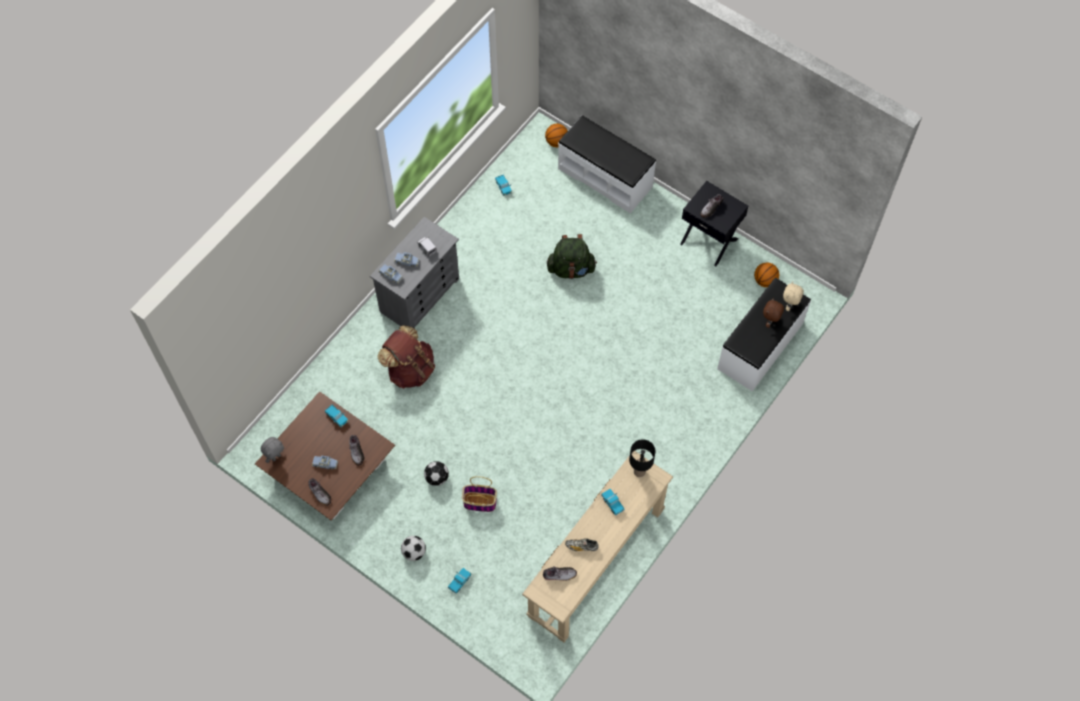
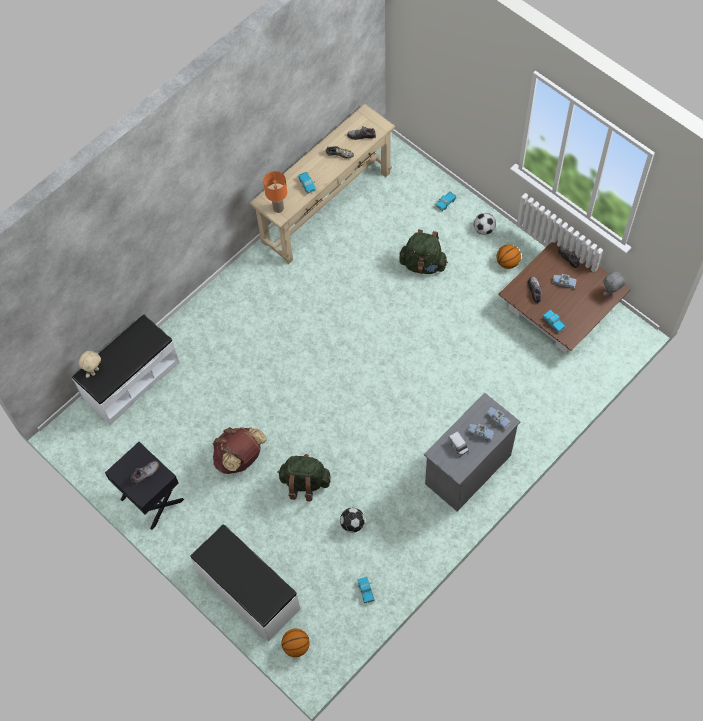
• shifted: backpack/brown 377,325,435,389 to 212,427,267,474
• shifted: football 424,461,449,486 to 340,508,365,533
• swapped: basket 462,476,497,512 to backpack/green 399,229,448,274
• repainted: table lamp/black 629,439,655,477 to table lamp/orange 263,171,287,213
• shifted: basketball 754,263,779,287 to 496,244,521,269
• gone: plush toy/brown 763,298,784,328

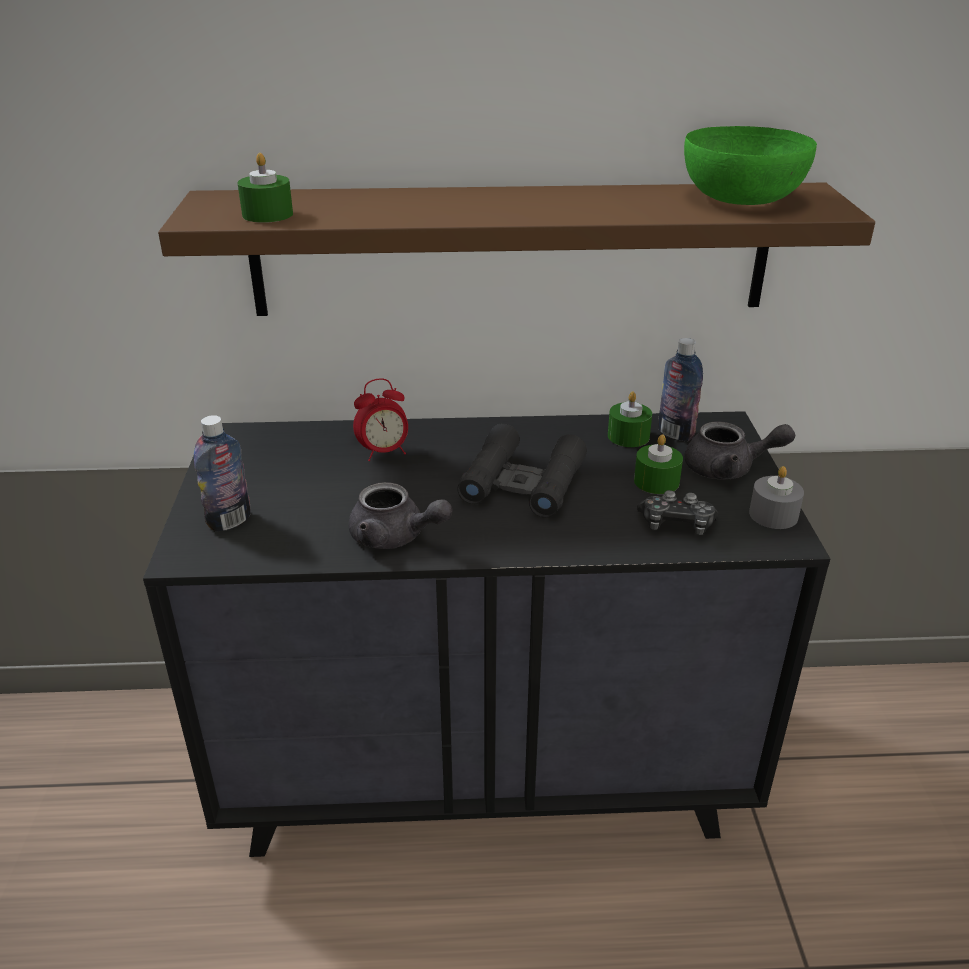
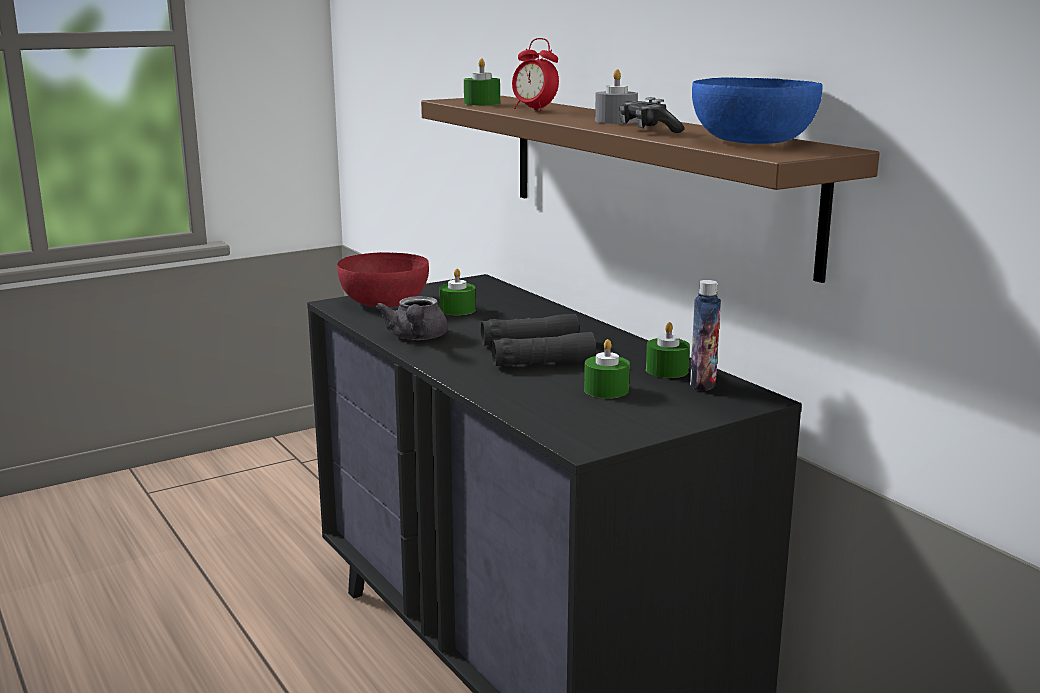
• swapped: bottle 194,415,251,532 to bowl/red 337,252,429,307
• shifted: alarm clock 353,378,408,461 to 512,38,559,111
• shifted: game controller 637,490,719,535 to 619,97,685,133
• repainted: bowl/green 684,126,817,205 to bowl/blue 692,77,822,144
• gone: teapot/grey 684,422,795,479
• shifted: candle/grey 749,466,804,529 to 595,69,638,124
• new: candle/green 439,268,476,315

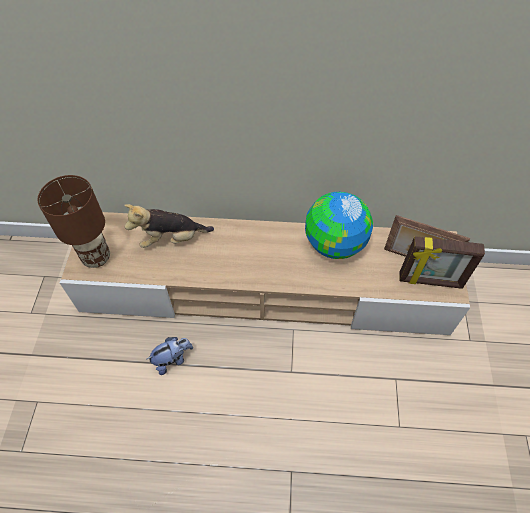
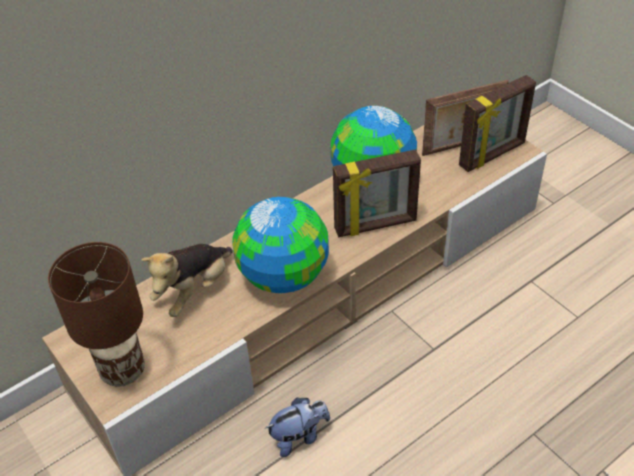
• rotated: plush toy 147,337,193,375 = 265,398,330,457 45 degrees clockwise
• new: globe 232,197,329,293
• new: picture frame 333,149,421,237

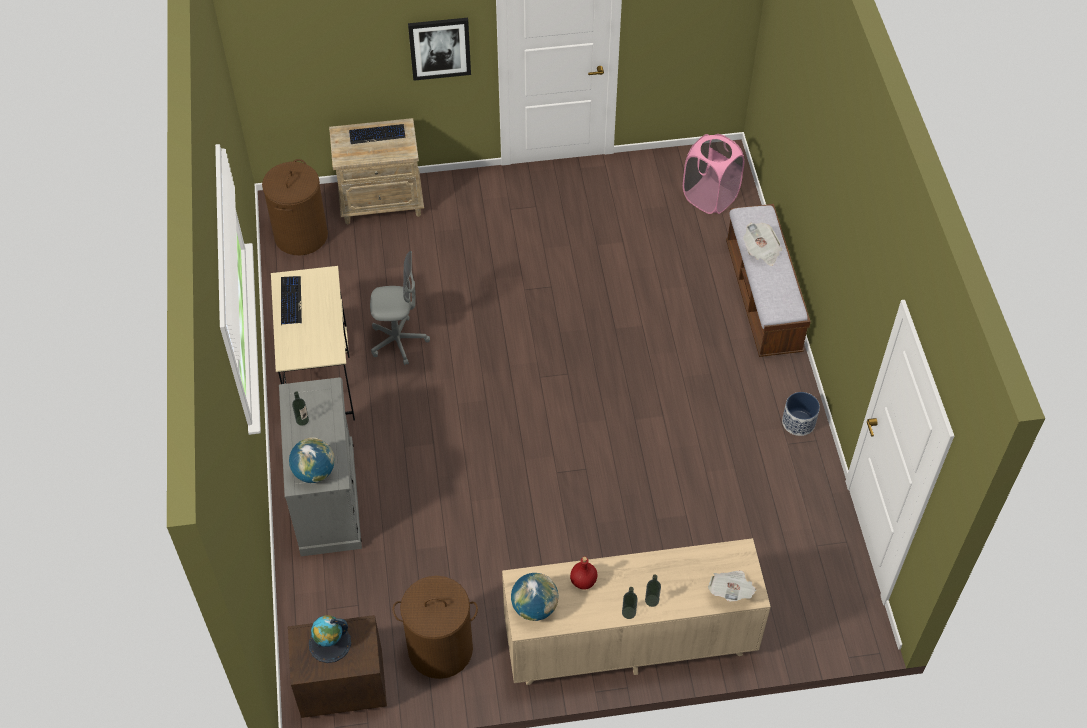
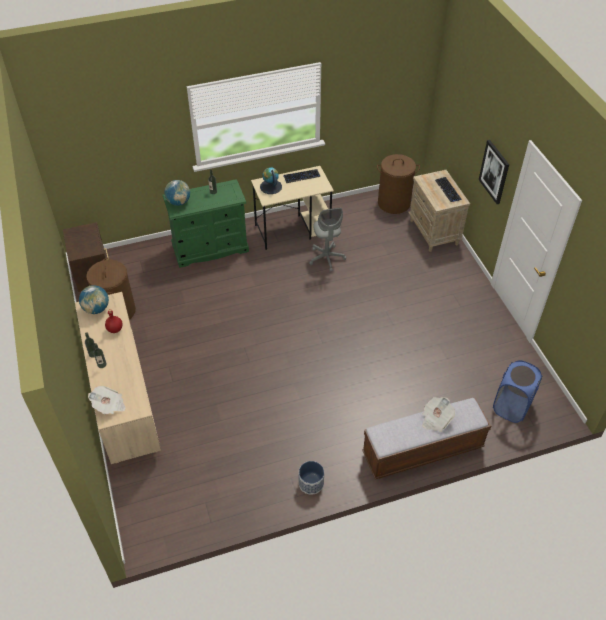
• repainted: dresser/grey 279,377,362,556 to dresser/green 163,179,249,268
• shifted: globe 309,615,351,663 to 260,167,282,194
• repainted: laundry basket/pink 683,134,745,214 to laundry basket/blue 493,360,542,423

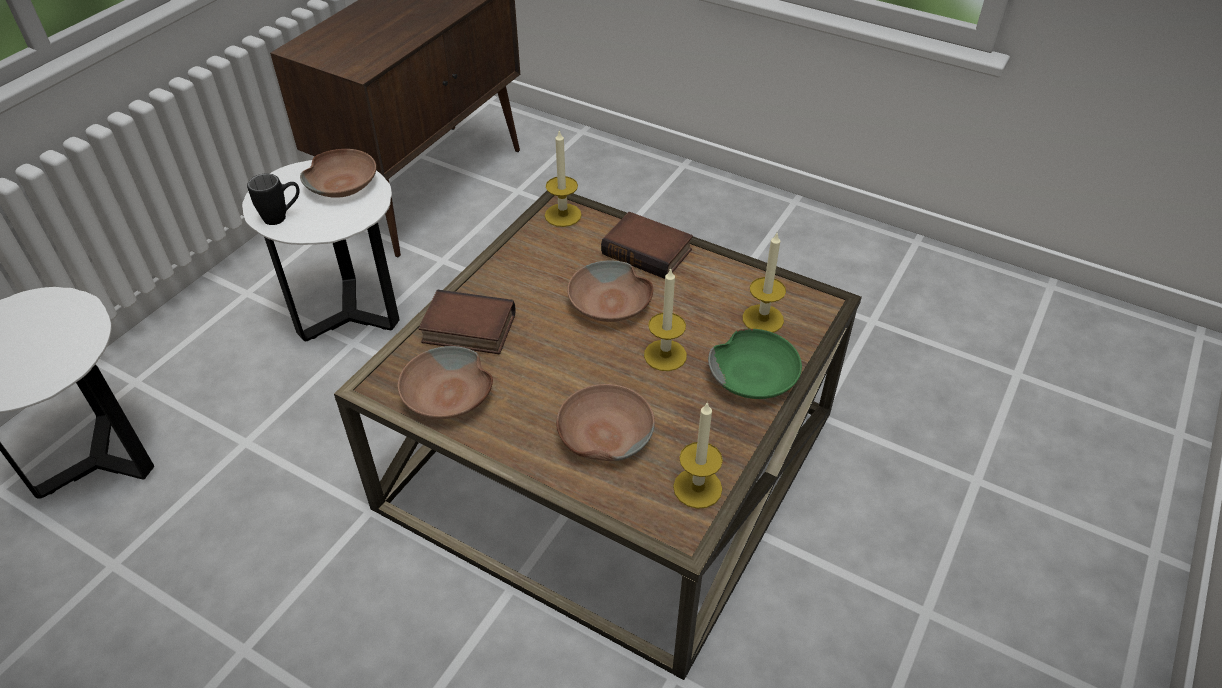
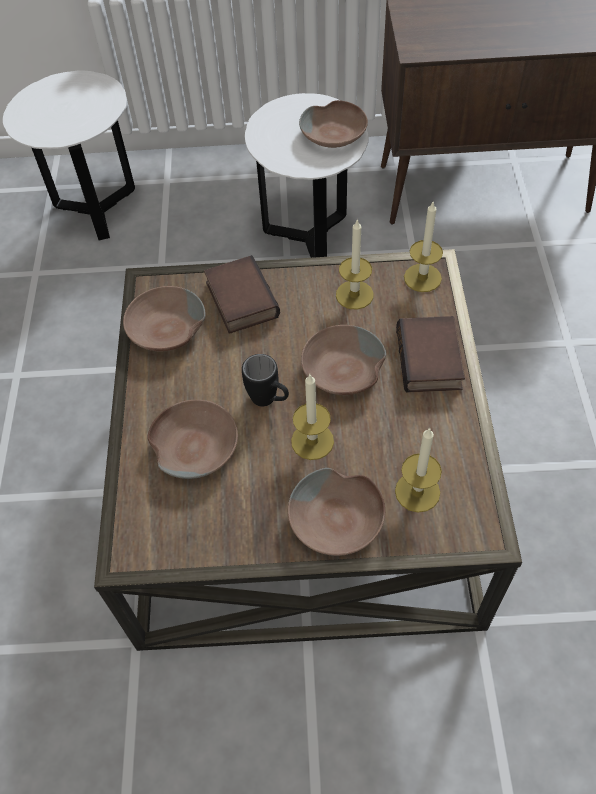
• shifted: mug/black 247,173,299,225 to 242,354,289,406
• shifted: candle 673,401,723,509 to 336,219,374,310
• repainted: bowl/green 708,329,802,399 to bowl/brown 288,468,385,556

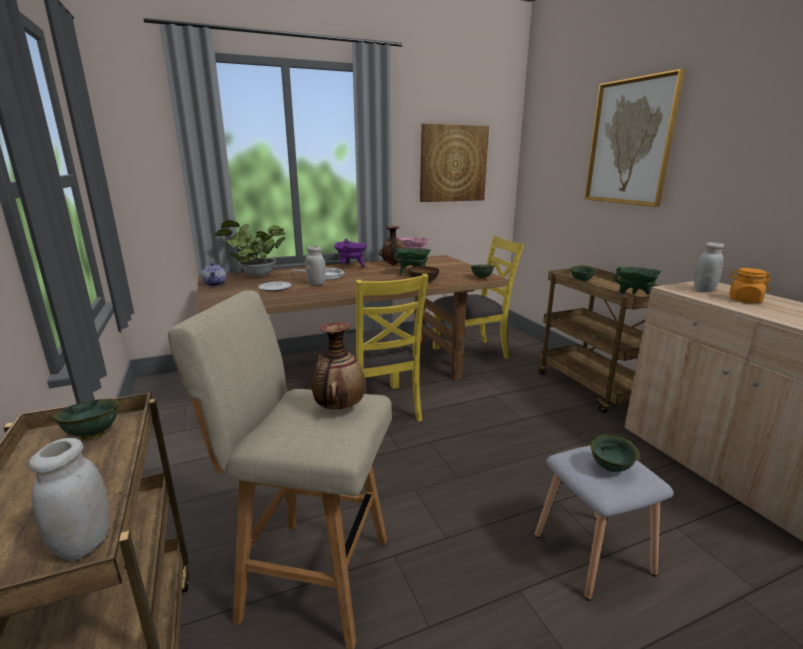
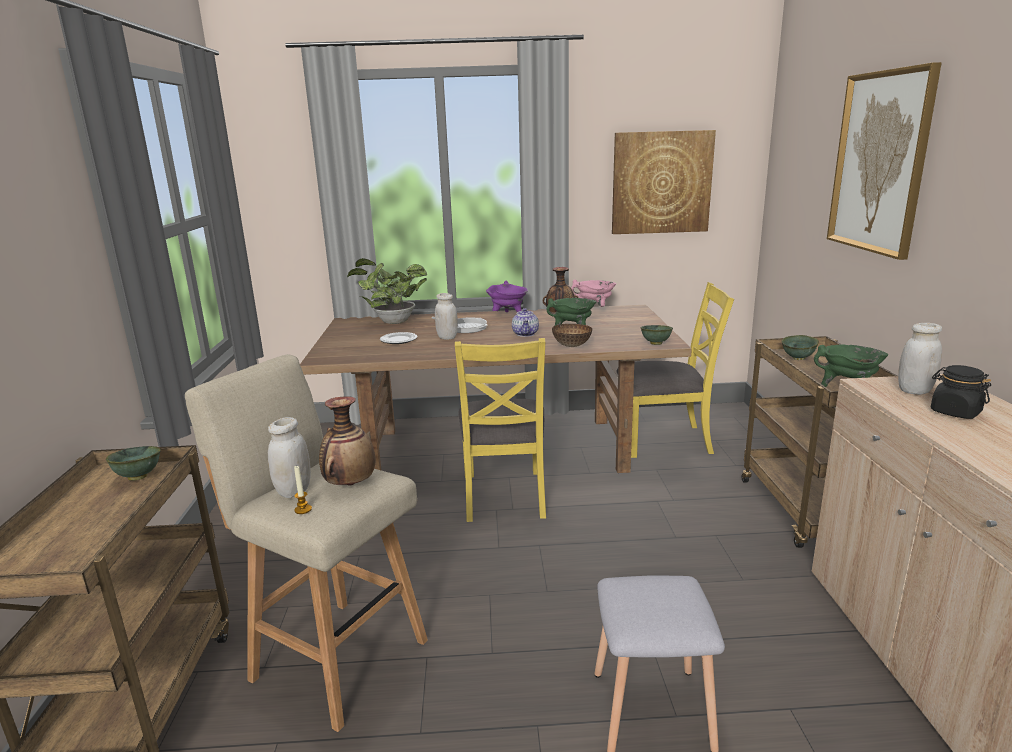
• shifted: jar/white 29,438,110,560 to 268,417,311,498
• shifted: teapot 202,262,226,286 to 512,308,539,337
• gone: bowl/green 590,434,639,472
• repainted: jar/orange 729,268,771,303 to jar/black 931,365,991,419
• new: candle 294,465,312,514

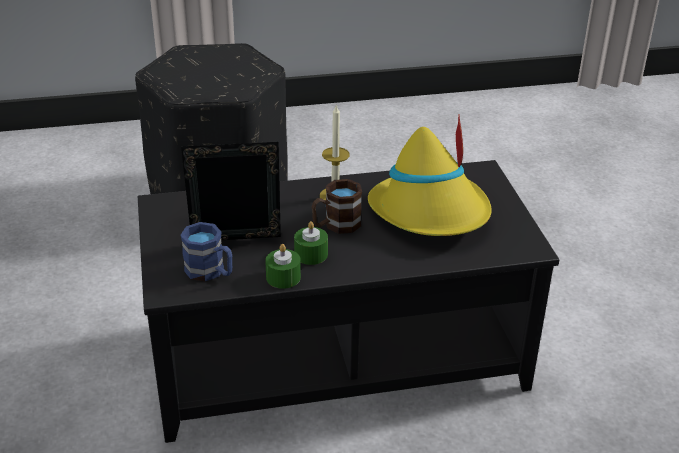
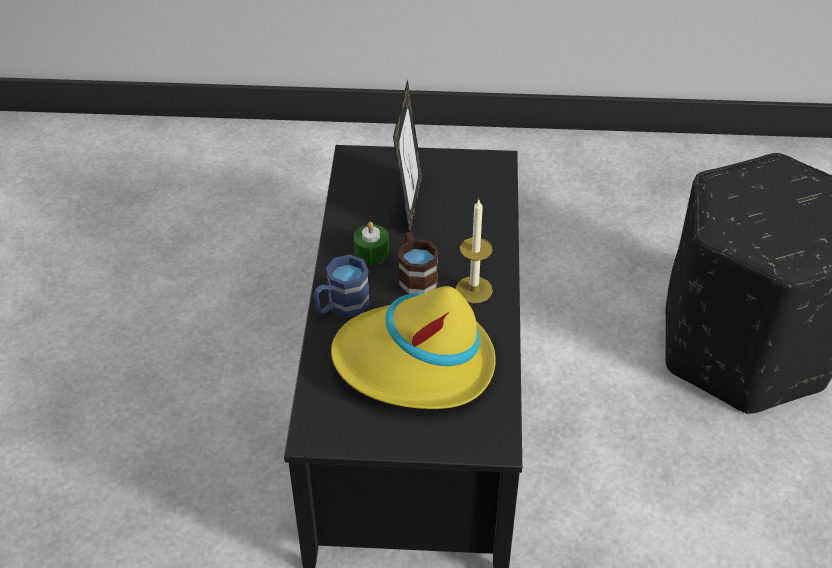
• shifted: mug/blue 180,222,232,281 to 314,255,370,318
• gone: candle/green 265,244,301,289

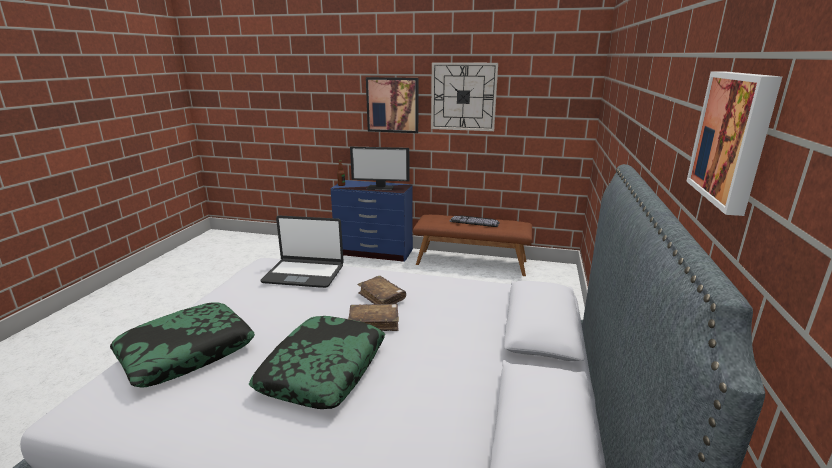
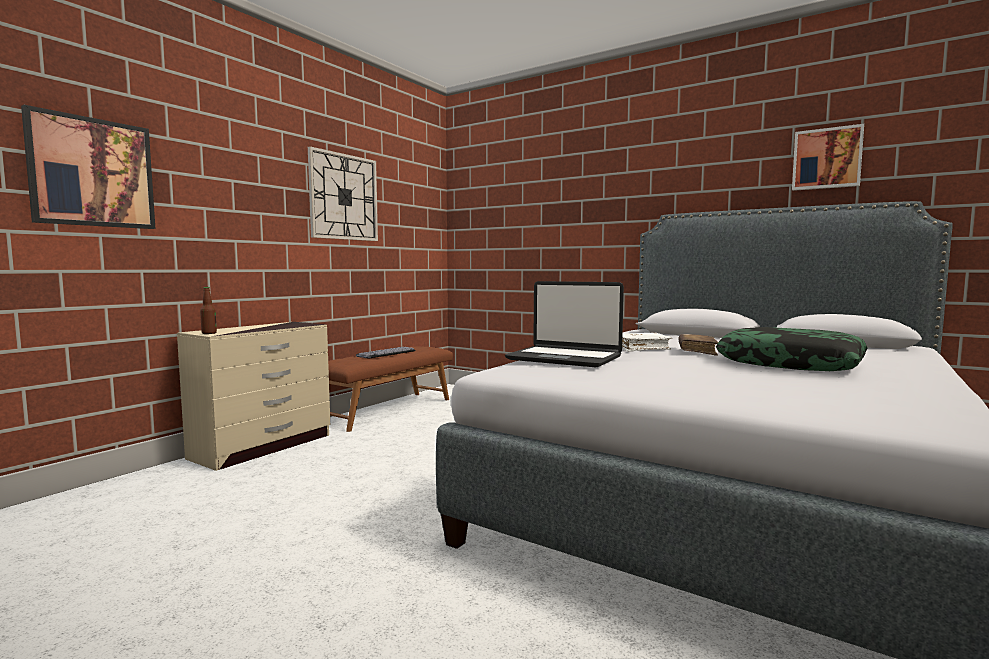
• gone: pillow 110,302,255,388
• rotated: laptop 261,215,344,288 = 505,281,624,367 90 degrees clockwise
• repainted: dresser/blue 330,180,413,262 to dresser/beige 177,322,330,471
• gone: monitor 350,146,410,190
• repainted: book/brown 358,276,406,304 to book/white 622,332,672,351
• shifted: picture 366,77,418,133 to 21,105,155,229

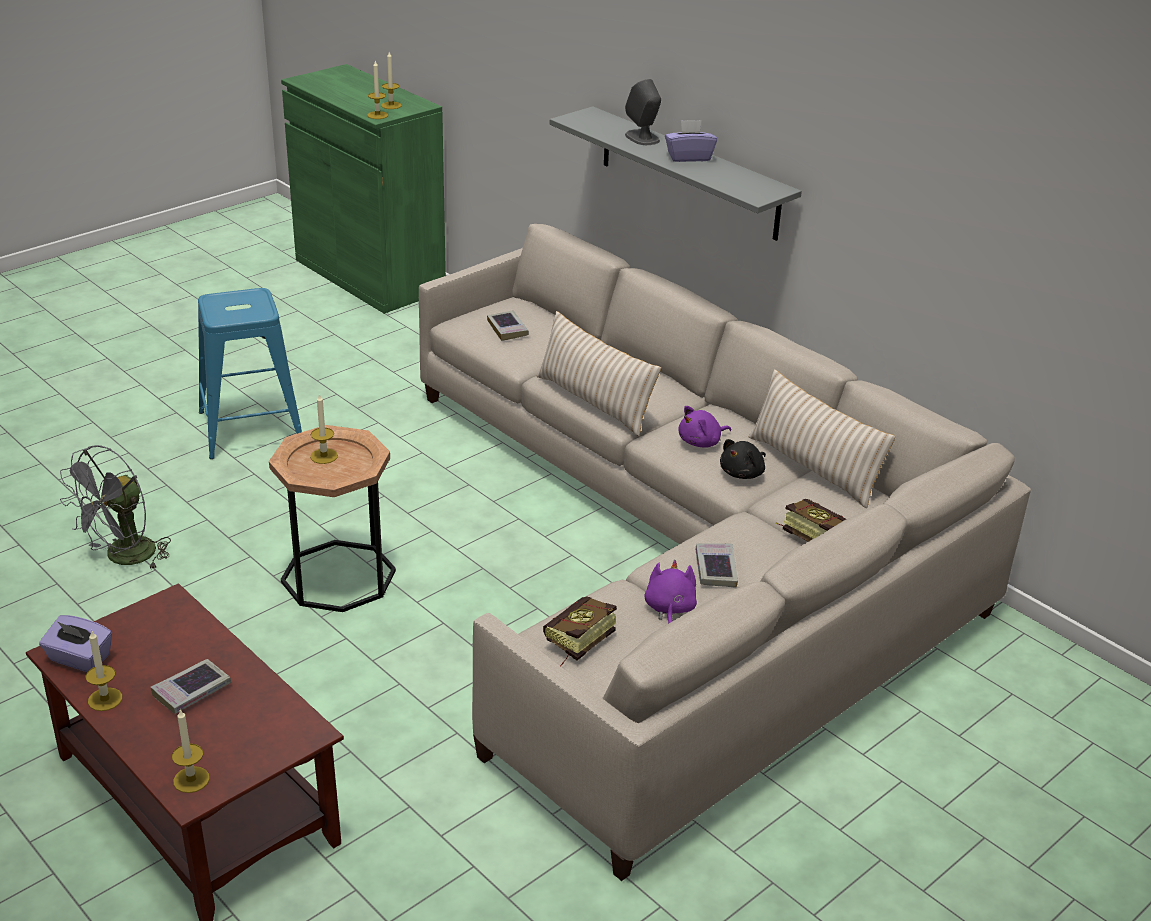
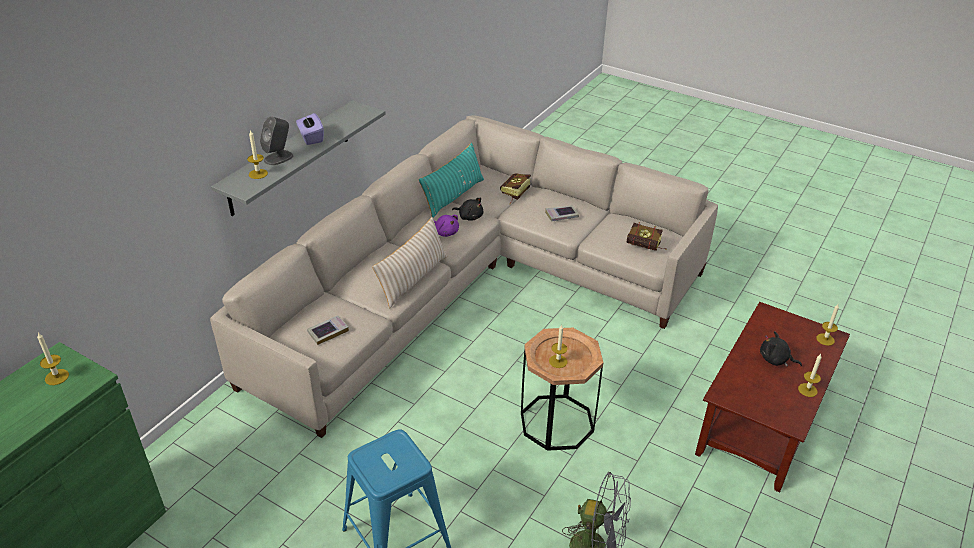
• gone: tissue box/purple 39,615,112,672
• swapped: book 151,659,231,714 to plush toy/black 760,331,802,367
• shifted: candle 367,61,388,119 to 247,130,268,179
• gone: plush toy/purple 645,560,697,624
• repainted: pillow/beige 749,369,896,508 to pillow/turquoise 419,143,484,218

